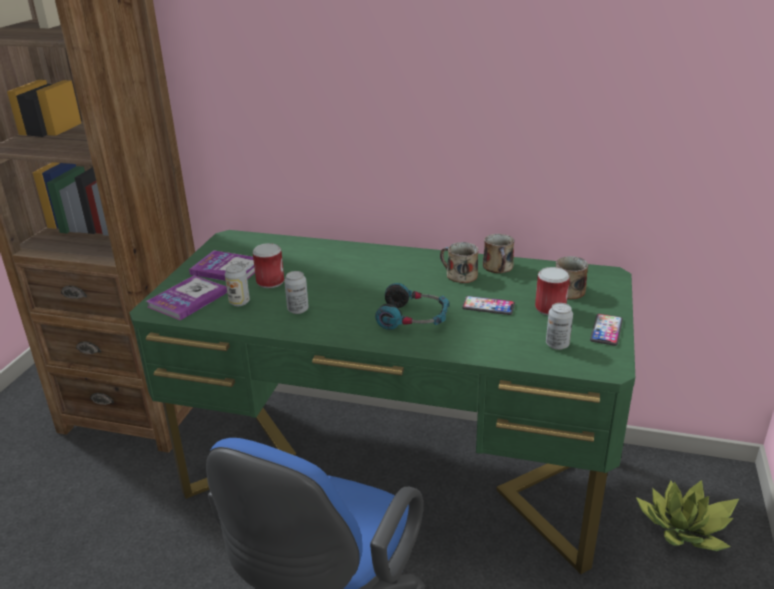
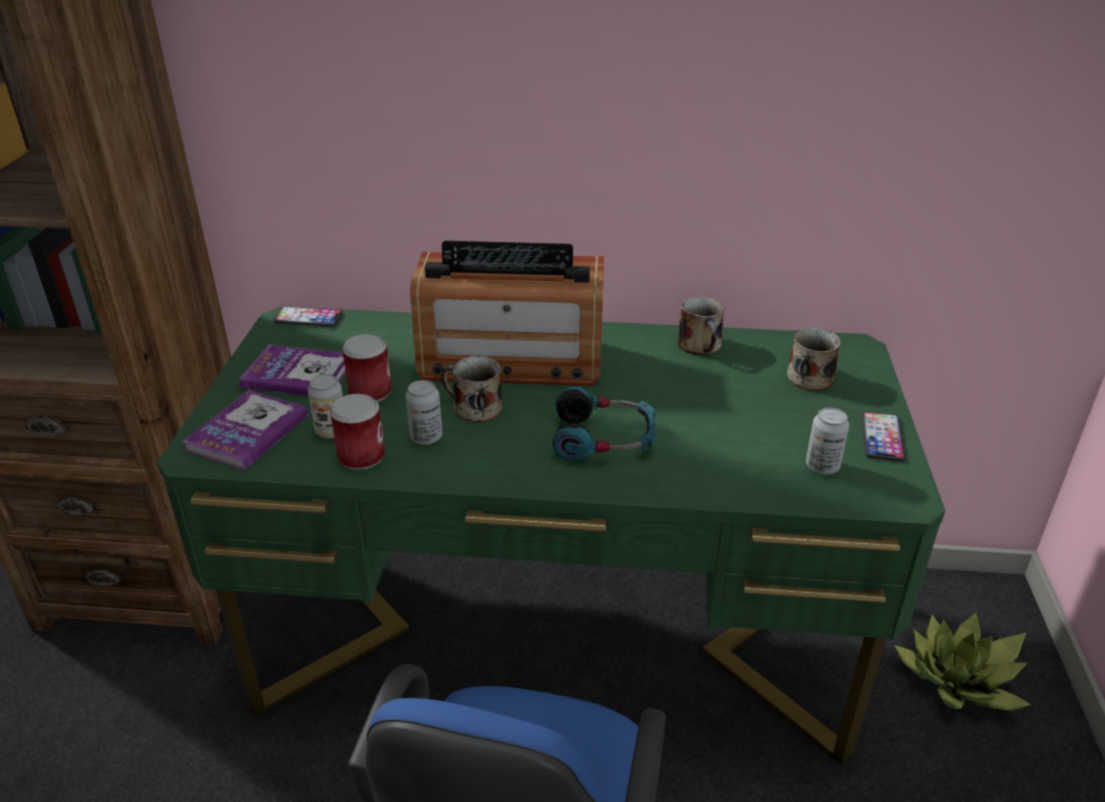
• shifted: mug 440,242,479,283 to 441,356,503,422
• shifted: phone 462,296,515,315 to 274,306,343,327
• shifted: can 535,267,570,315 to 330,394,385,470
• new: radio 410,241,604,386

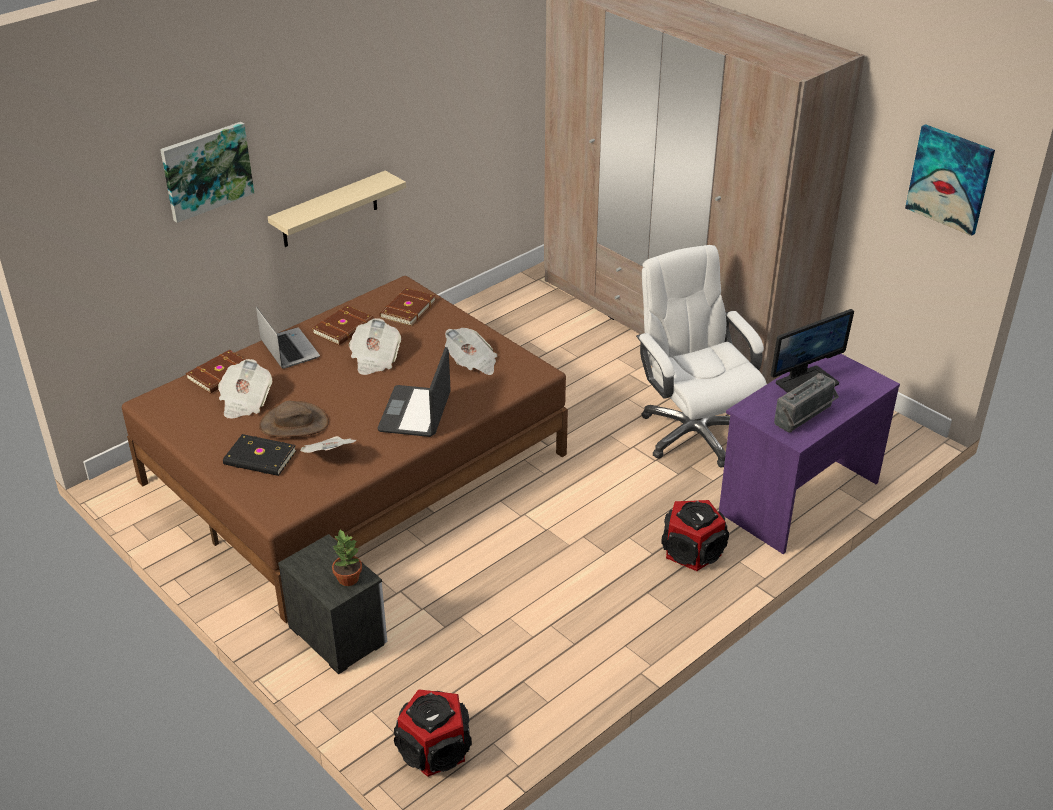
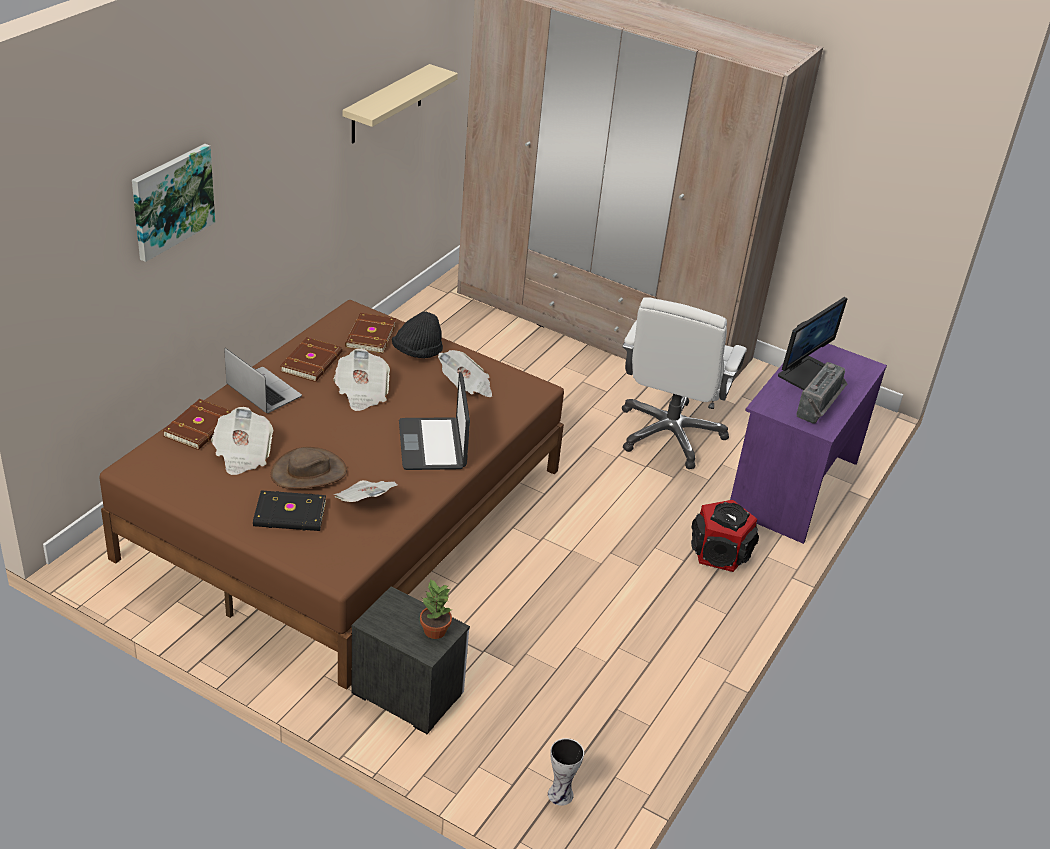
• shifted: shelf/beige 268,171,406,247 to 343,64,458,143
• swapped: speaker 394,689,472,777 to vase 548,738,584,806
• rotated: office chair/white 636,245,767,468 = 622,297,747,469 120 degrees counterclockwise
• gone: picture 905,124,995,236
• new: hat/black 392,312,443,358

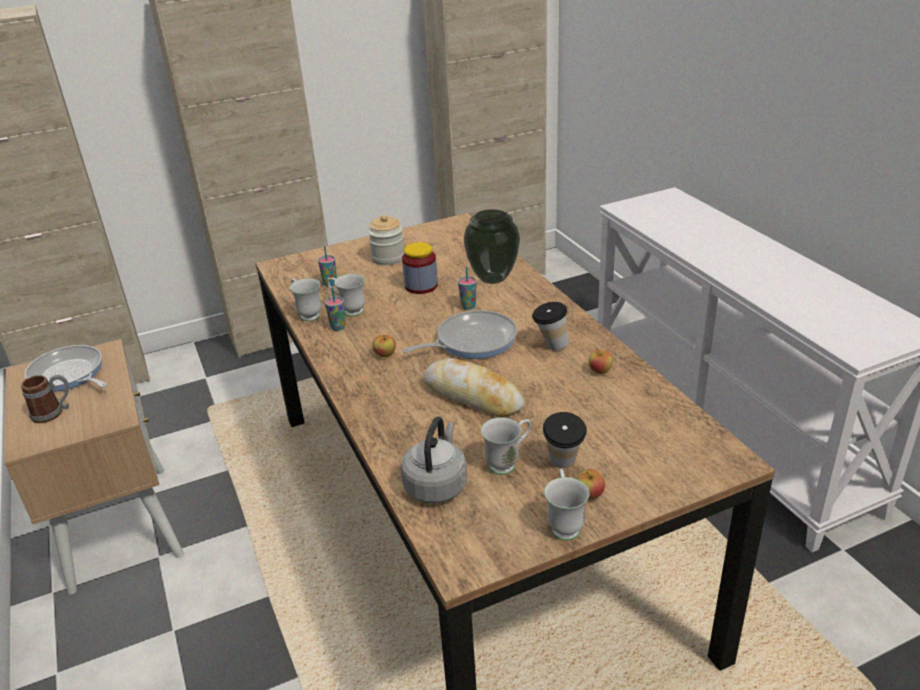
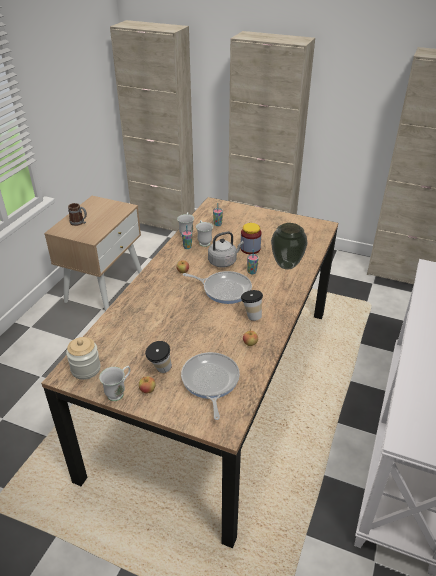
• shifted: frying pan 24,345,108,392 to 181,352,240,420
• shifted: jar 368,215,404,265 to 66,337,101,380
• shifted: kettle/grey 401,417,467,503 to 208,231,244,268
• gone: bread 424,358,524,417
• gone: mug/white 481,417,531,475

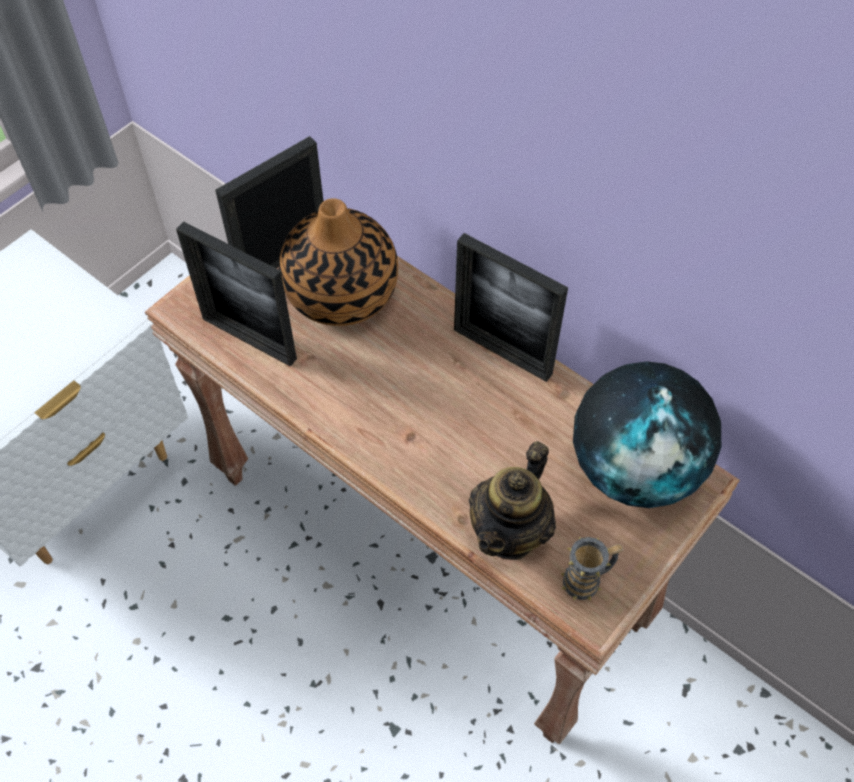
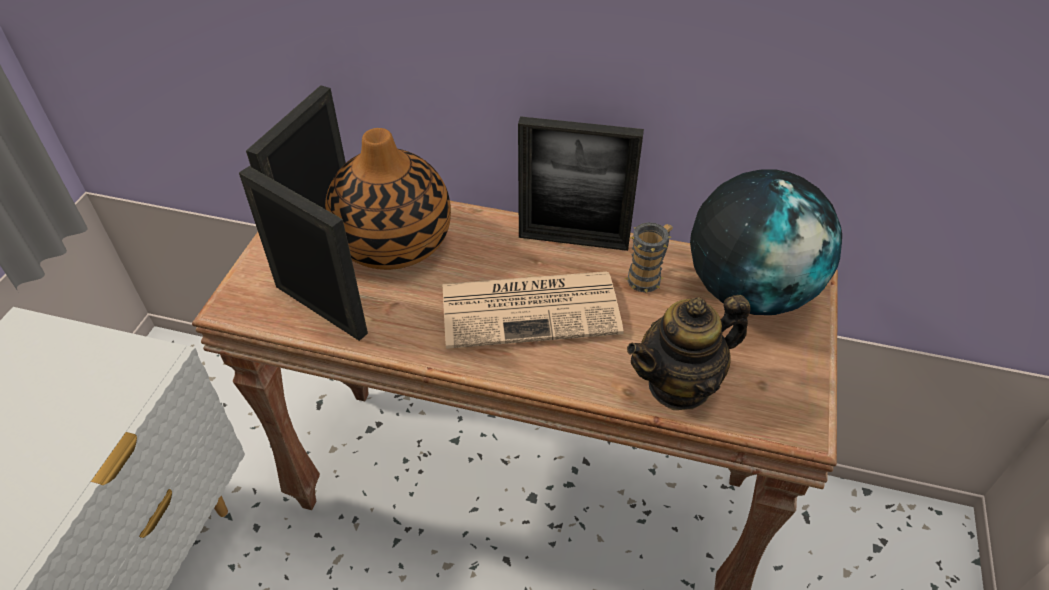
• rotated: picture frame 176,222,297,367 = 239,166,368,341 150 degrees counterclockwise
• rotated: teapot 469,441,556,560 = 627,295,751,410 60 degrees clockwise
• shifted: mug 561,537,623,601 to 624,222,673,293
• new: newspaper 443,271,624,349

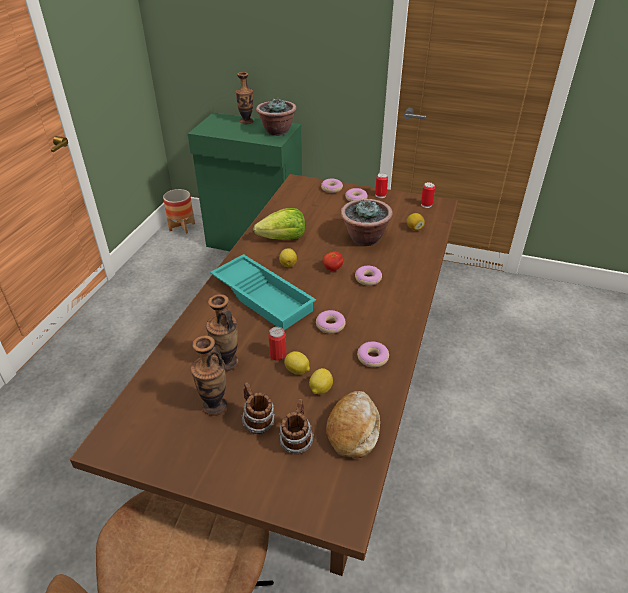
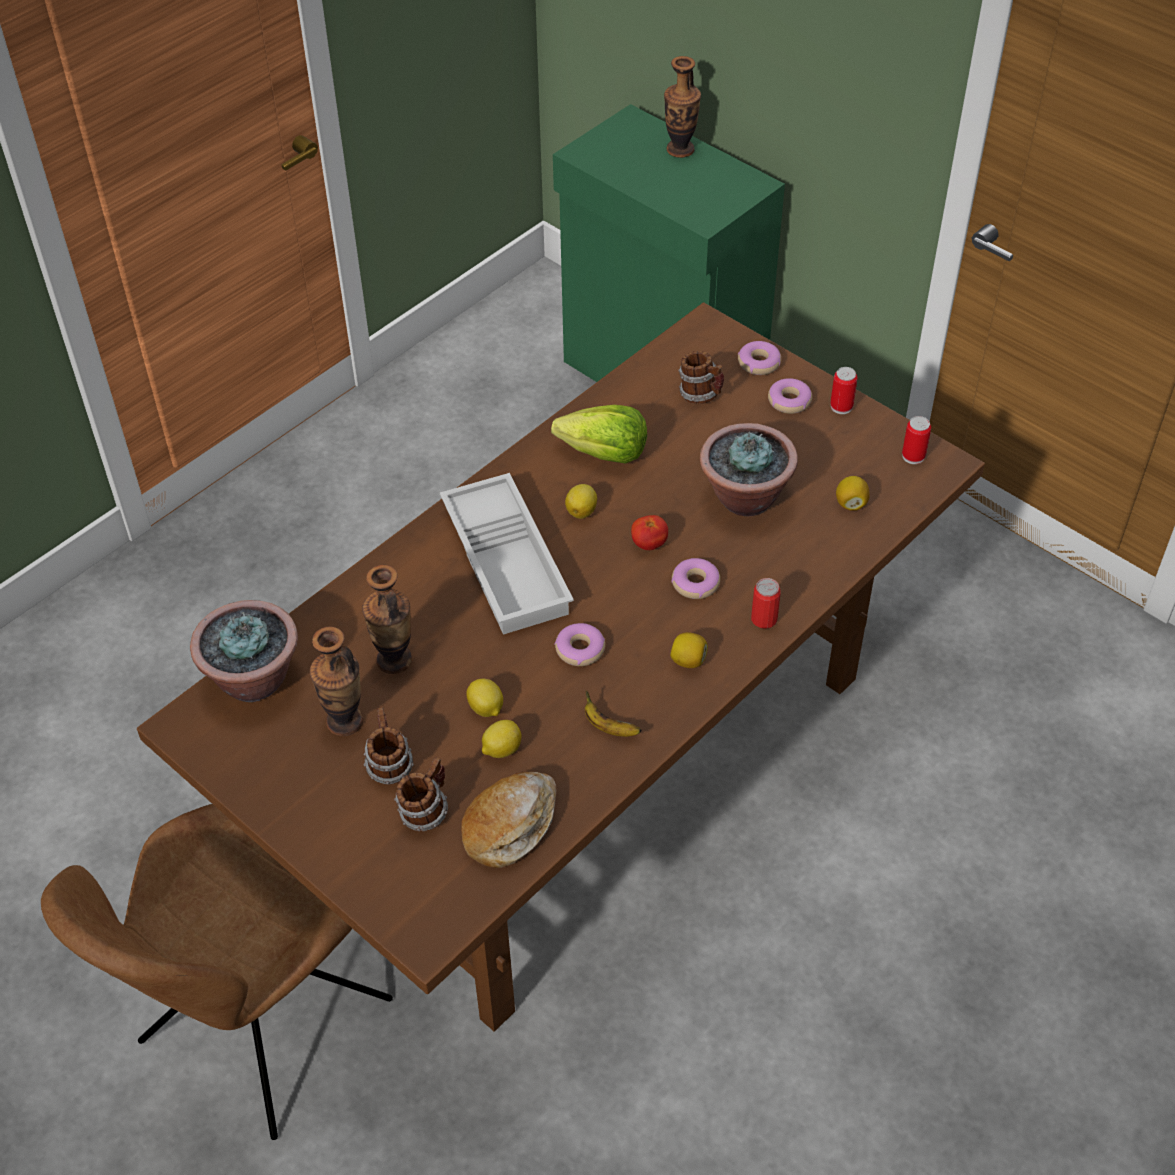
• gone: planter 163,189,195,234
• repainted: tray/turquoise 210,254,316,330 to tray/white 440,473,574,635
• shifted: potted plant 256,97,297,136 to 190,600,298,702
• shifted: can 269,327,287,361 to 751,578,781,628
• swapped: donut 357,342,389,368 to banana 585,690,642,737
• new: lemon 670,632,708,668
• new: mug 678,351,724,404

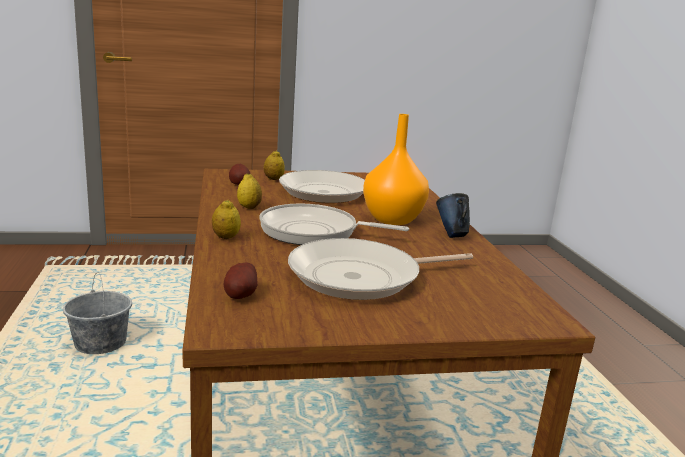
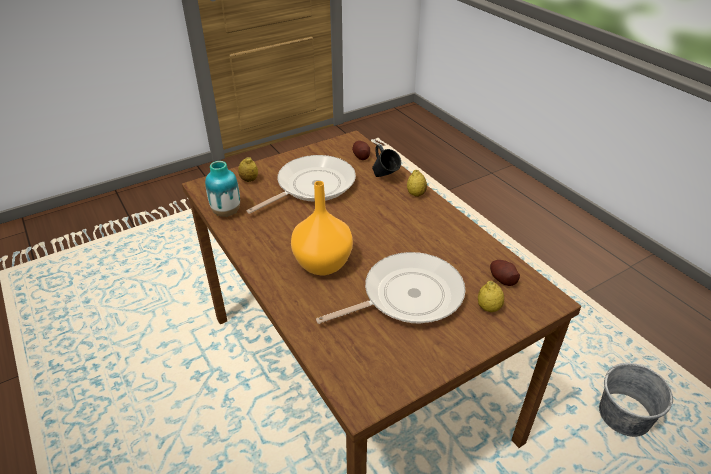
• shifted: lemon 237,173,262,209 to 238,157,258,182
• gone: frying pan 259,204,409,245
• shifted: mug/blue 436,193,470,238 to 372,144,401,177
• new: vase 205,161,240,217

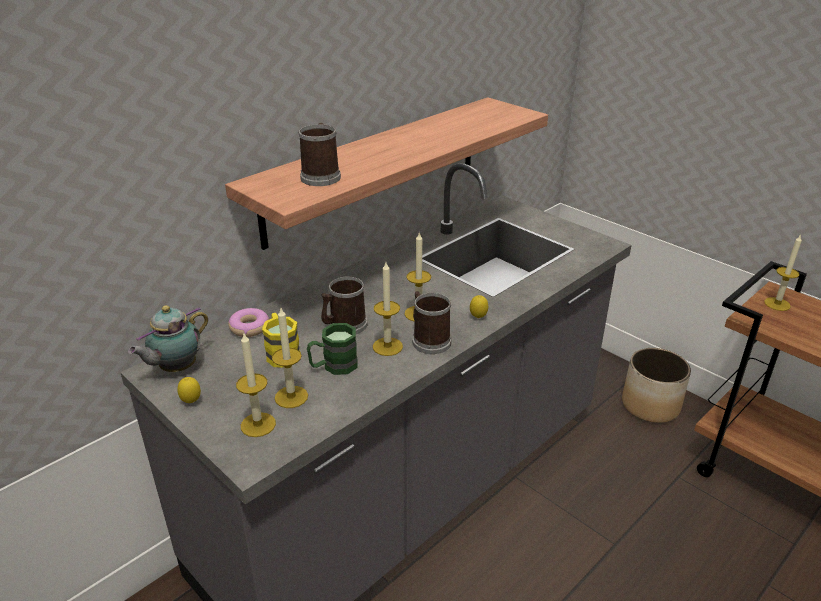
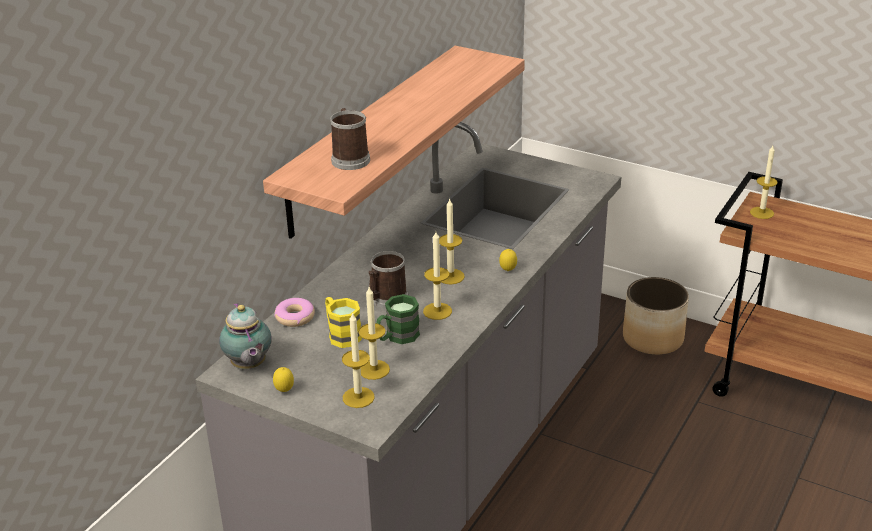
• rotated: teapot 128,305,208,372 = 219,303,272,369 45 degrees counterclockwise
• gone: mug 412,291,452,354

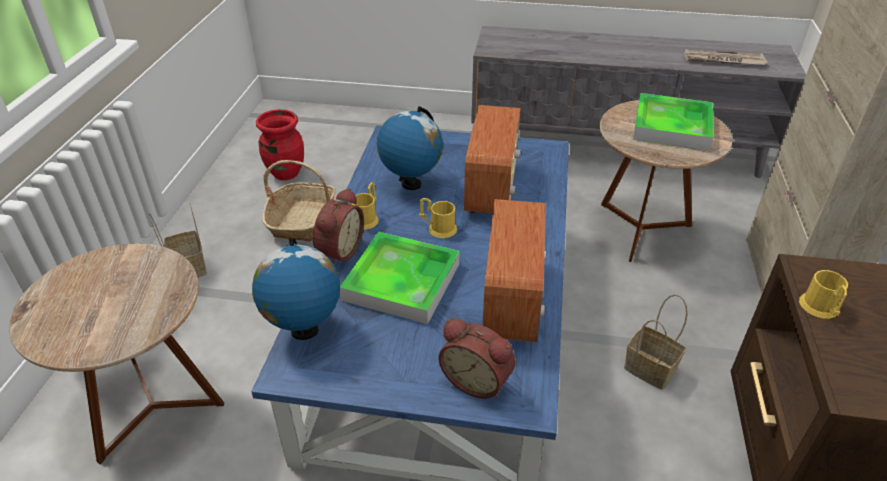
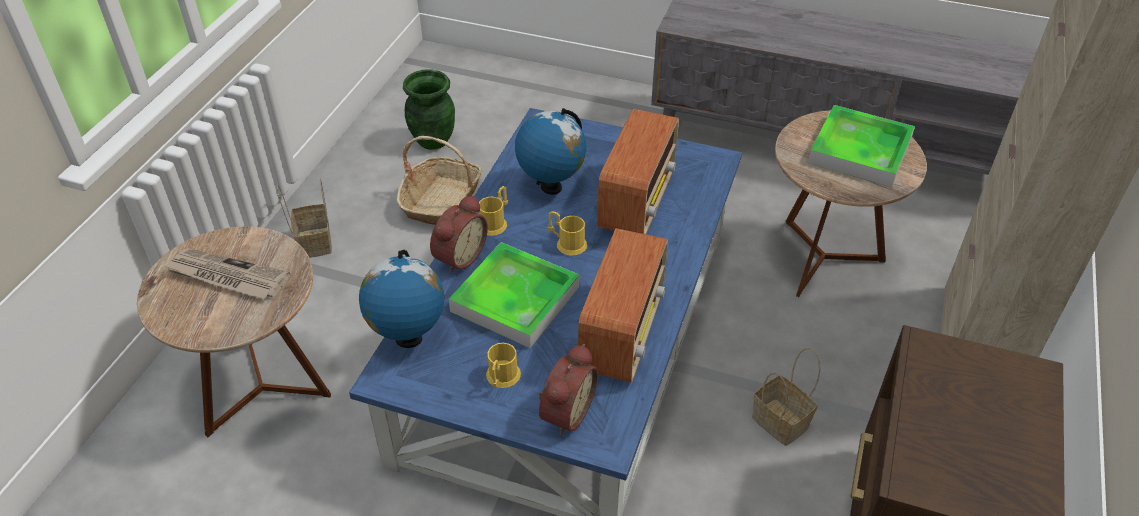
• repainted: vase/red 256,109,304,180 to vase/green 403,69,455,150
• rotated: alarm clock 439,318,515,399 = 539,344,598,436 105 degrees counterclockwise
• shifted: newspaper 685,49,767,65 to 163,248,290,299
• shifted: mug/yellow 799,270,848,319 to 486,343,521,388

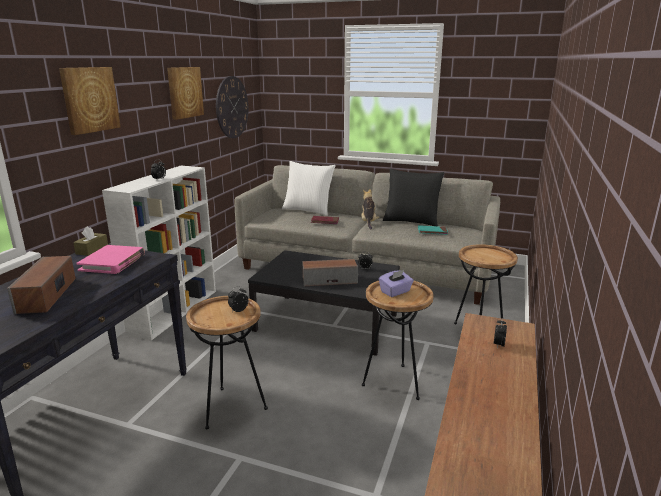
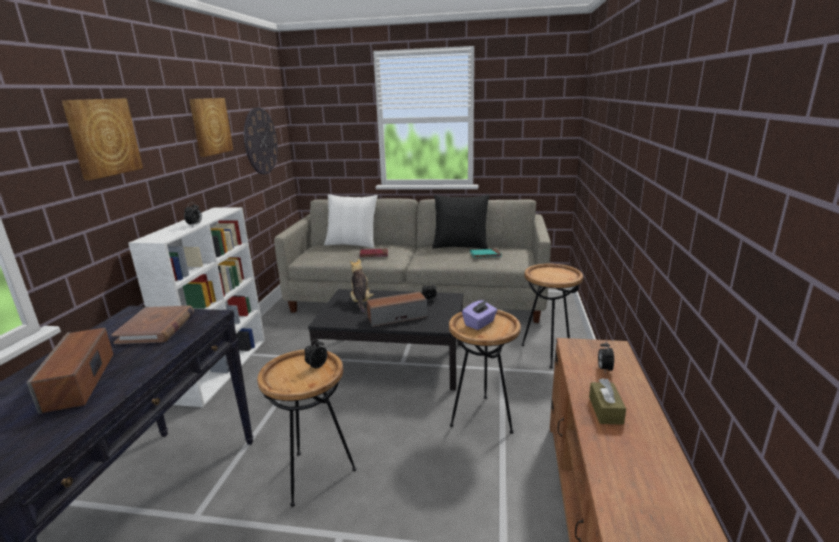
• shifted: tissue box/brown 73,226,108,256 to 589,378,626,425
• repainted: book/pink 77,245,145,274 to book/brown 111,306,194,344
• shifted: plush toy 361,189,379,229 to 350,259,374,313

